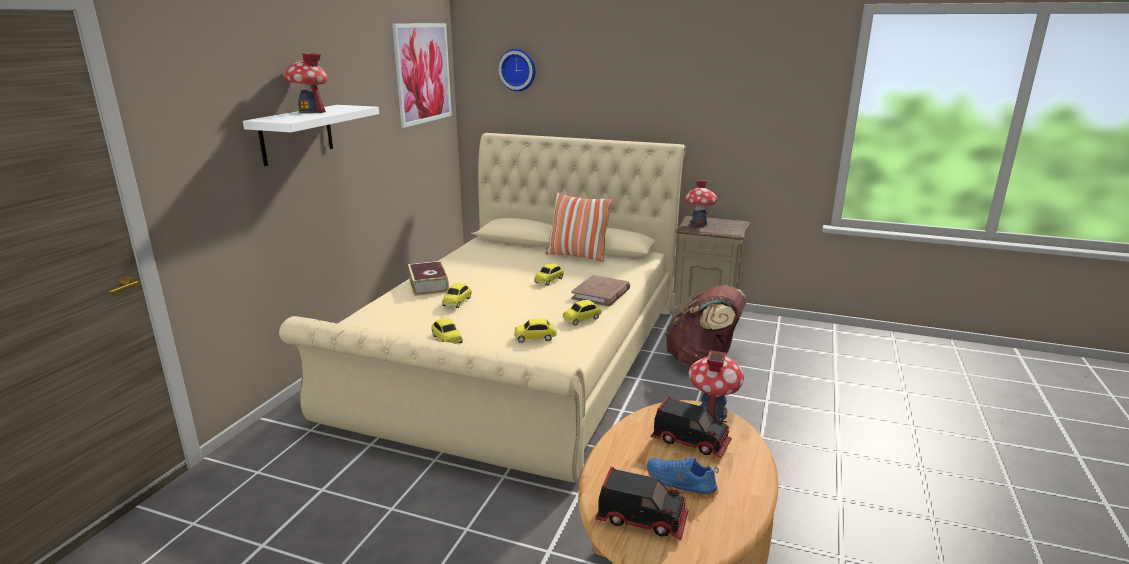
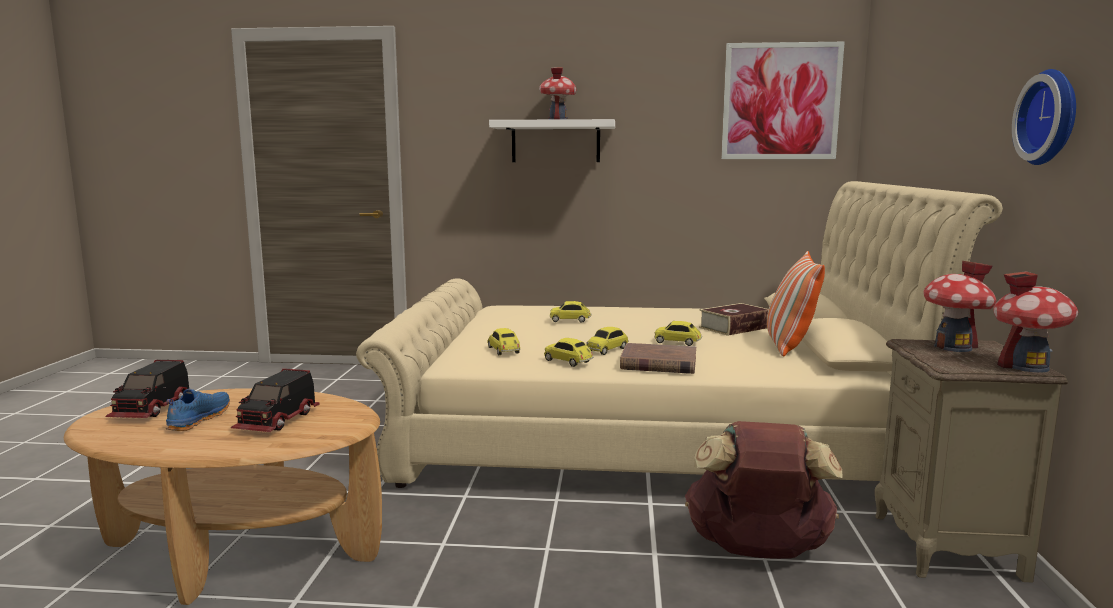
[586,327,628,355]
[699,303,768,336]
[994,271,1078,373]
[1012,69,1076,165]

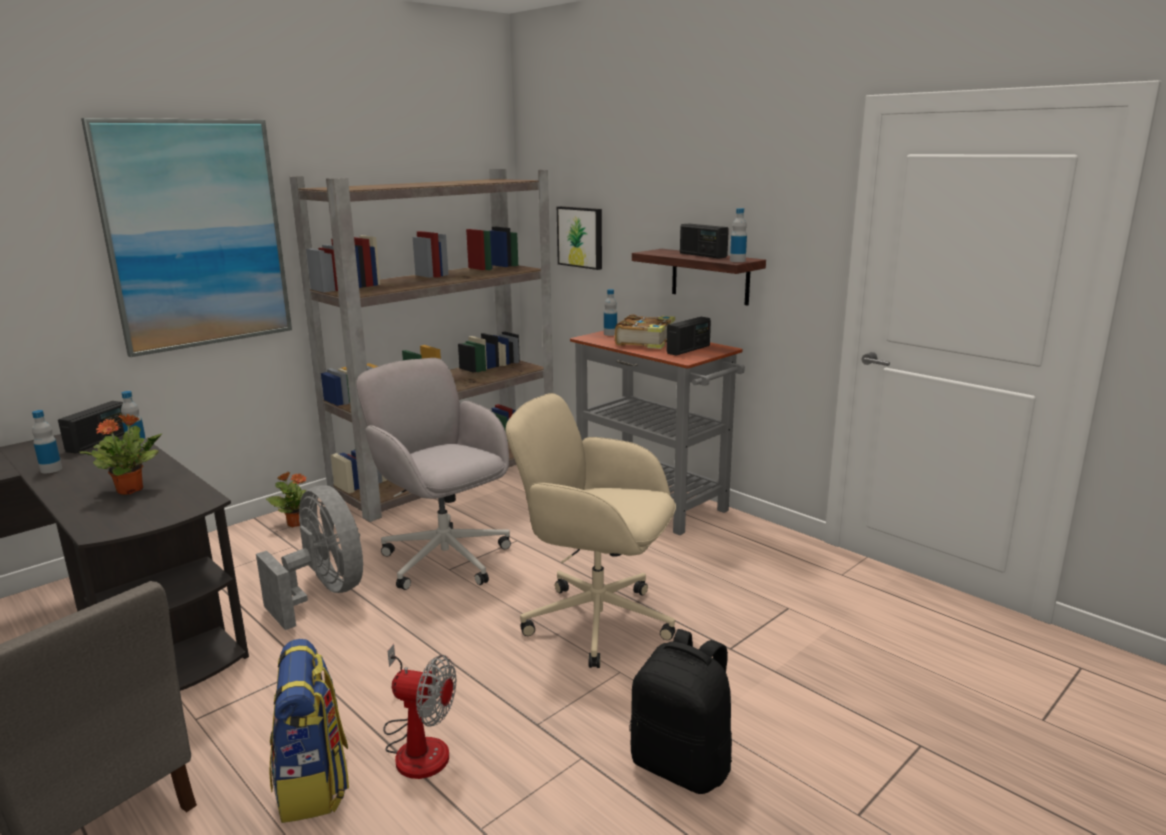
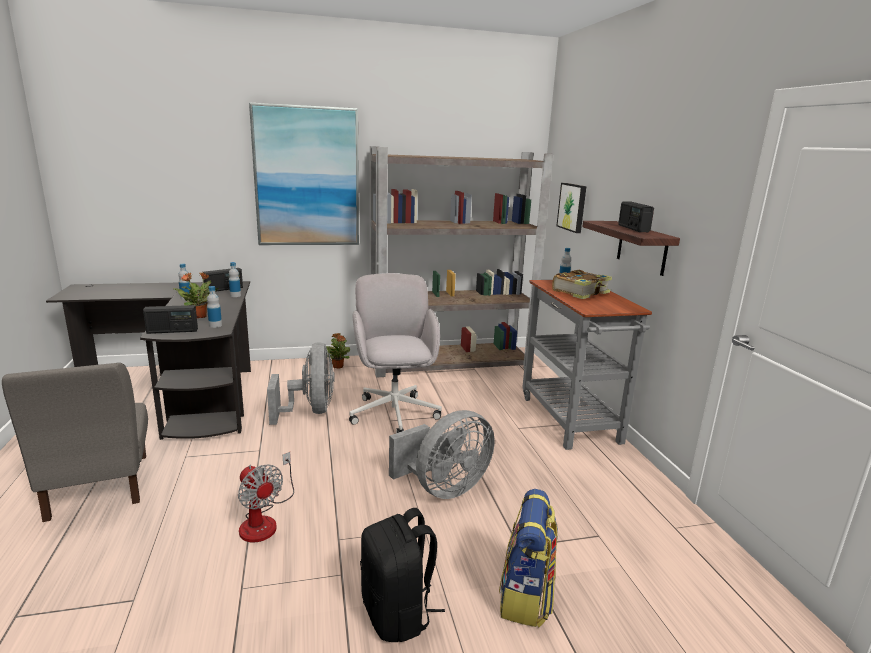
[143,305,198,334]
[207,286,222,328]
[389,410,495,499]
[499,489,558,627]

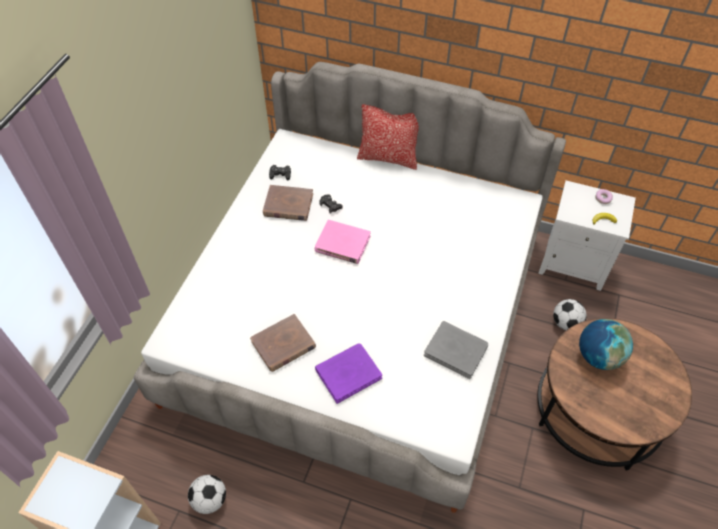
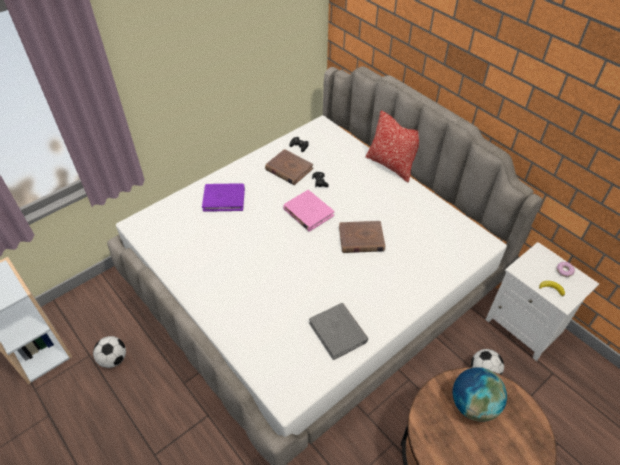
[202,183,245,212]
[339,221,385,253]

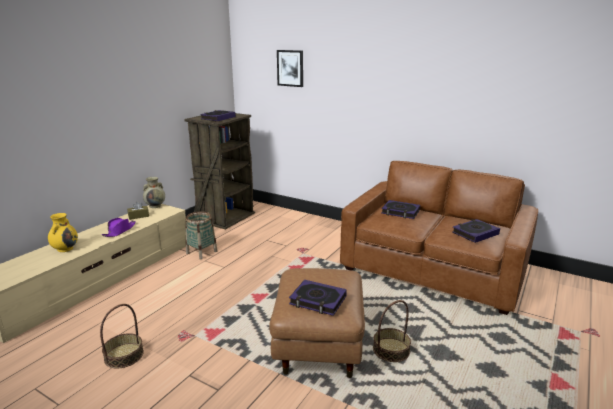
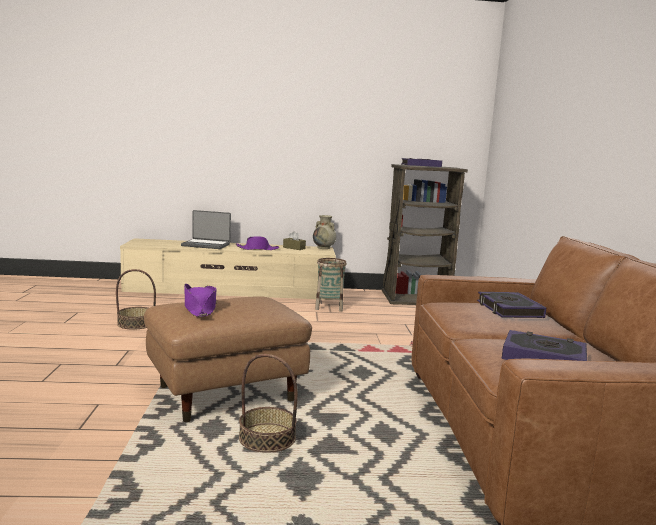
[181,210,231,249]
[184,284,217,317]
[277,50,303,87] (first image)

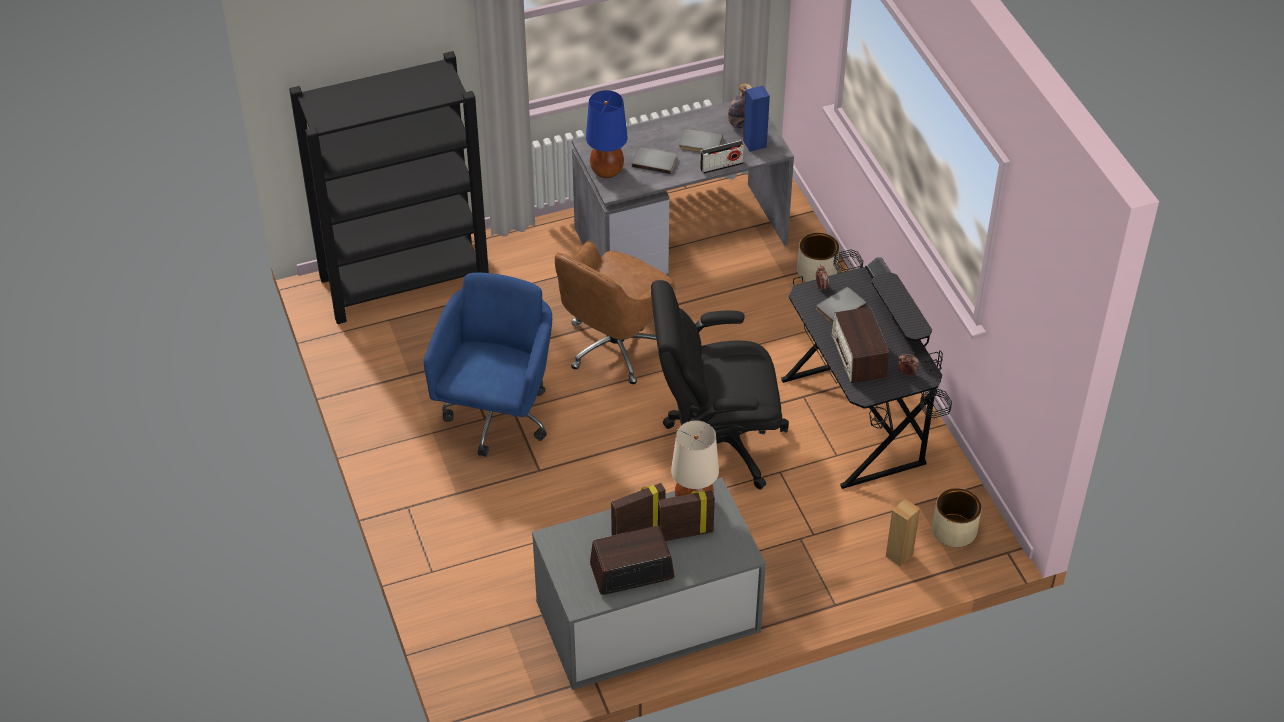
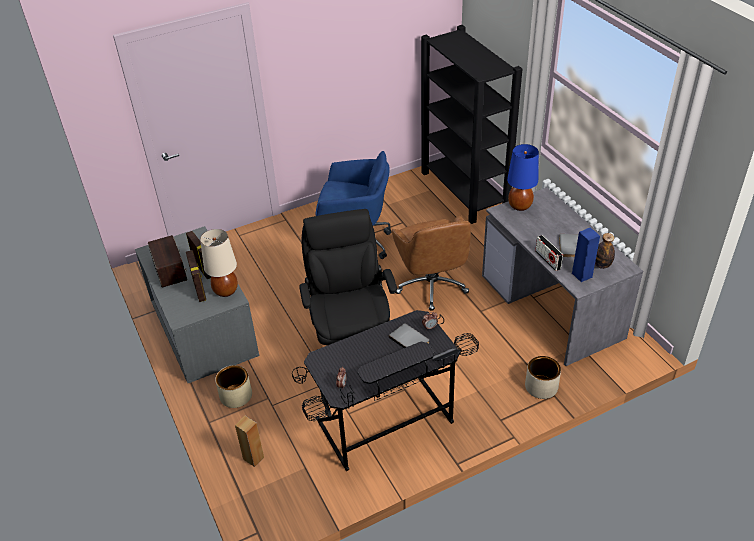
[215,365,252,408]
[392,215,471,311]
[632,146,677,174] (first image)
[832,307,889,383] (first image)

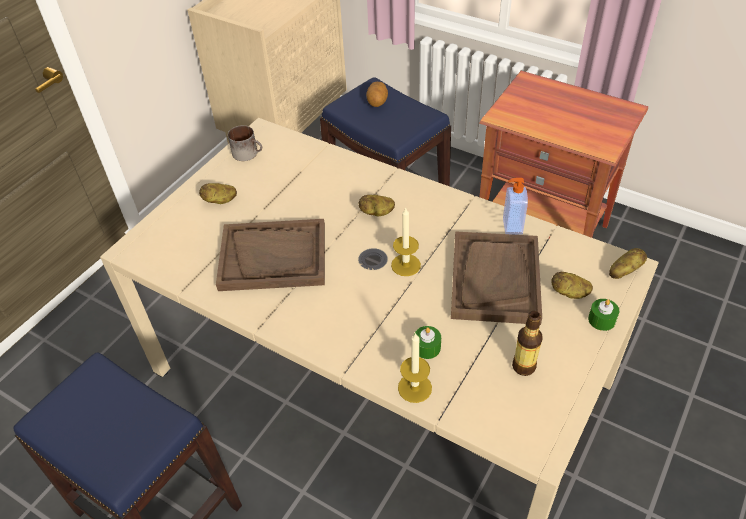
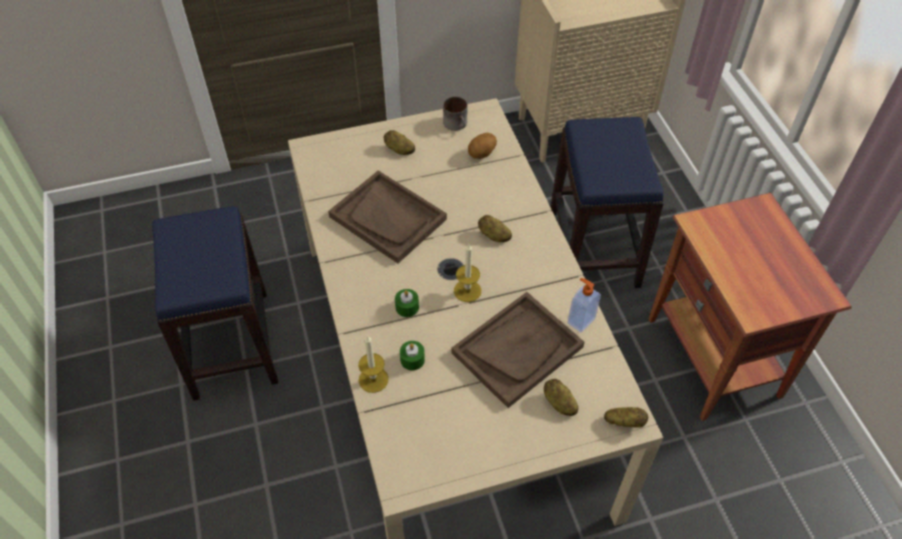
[395,289,419,317]
[468,133,497,159]
[512,311,543,376] (first image)

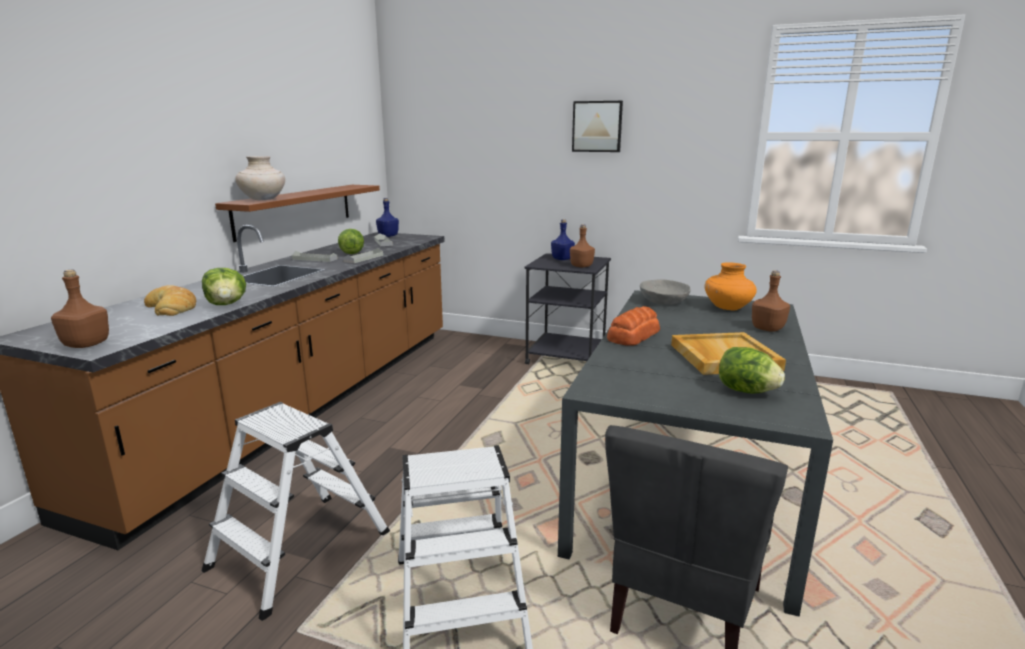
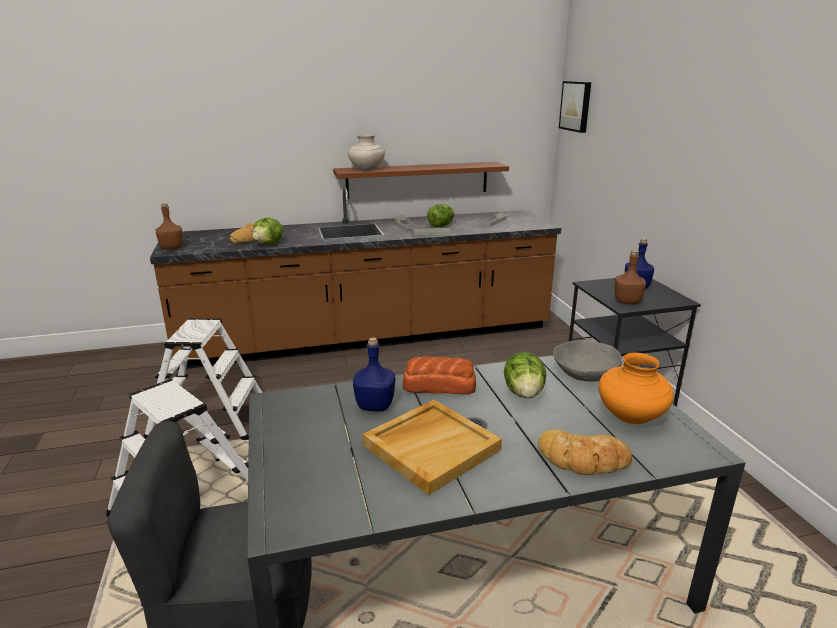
[353,338,395,412]
[504,352,546,399]
[538,429,632,475]
[559,81,591,133]

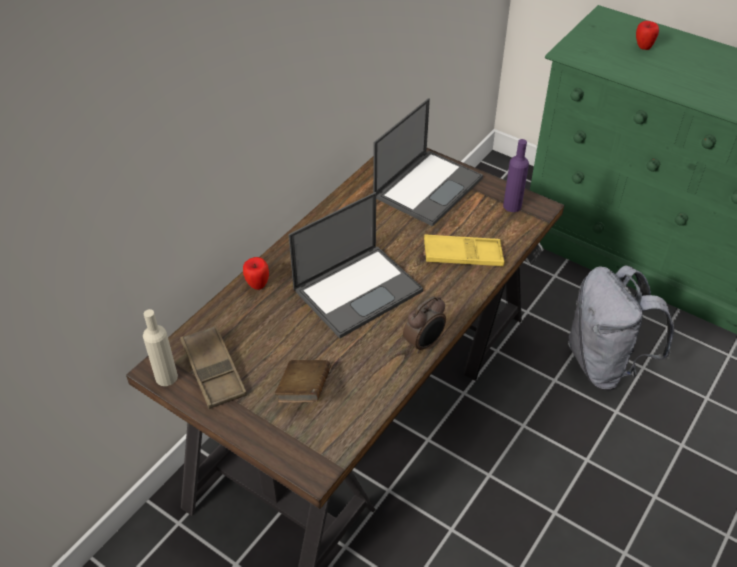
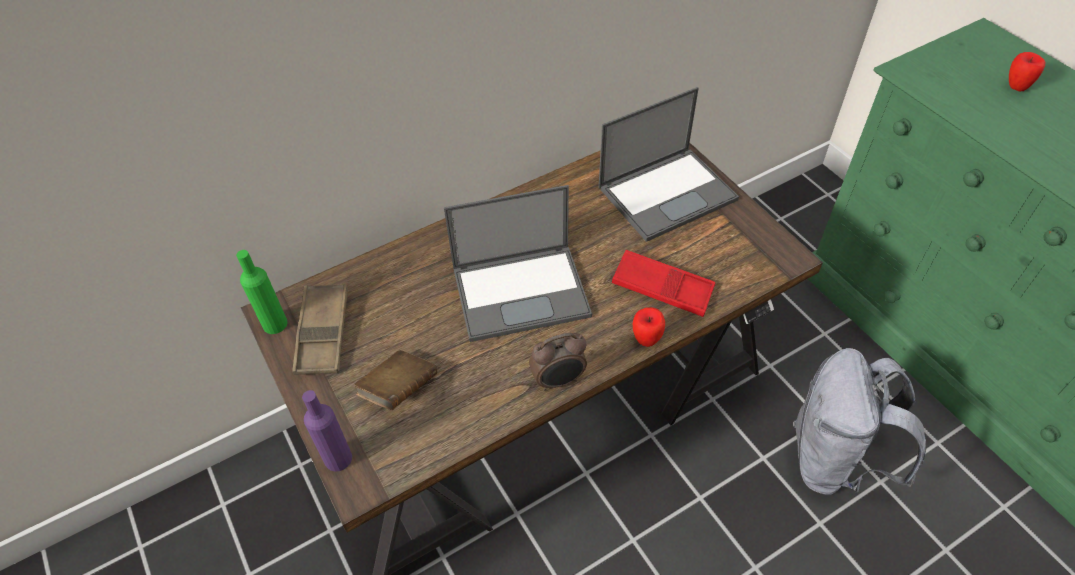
[236,250,288,334]
[302,390,352,472]
[612,250,715,317]
[633,307,665,347]

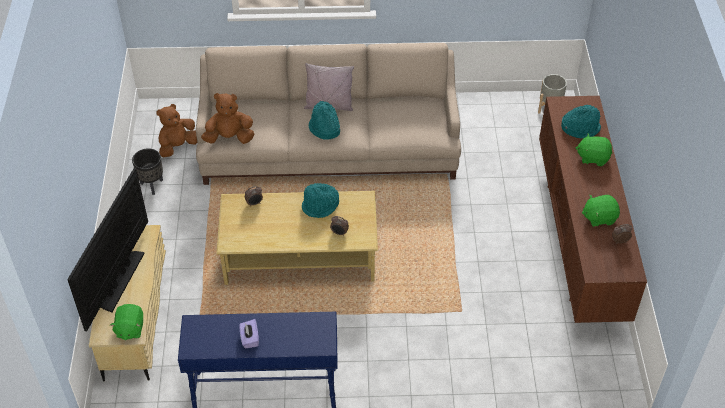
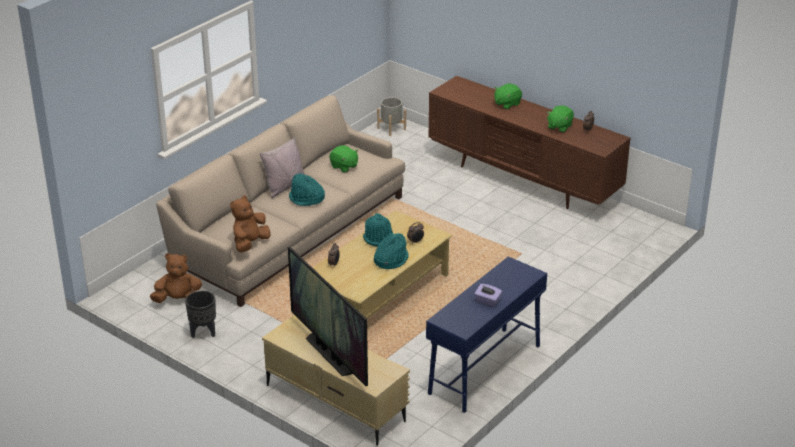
[150,253,202,303]
[329,145,358,173]
[374,233,409,269]

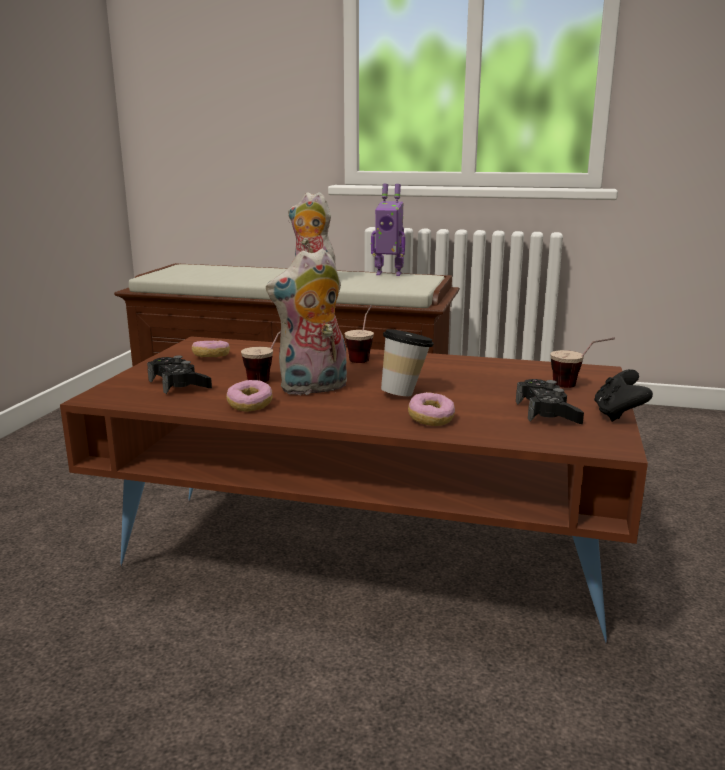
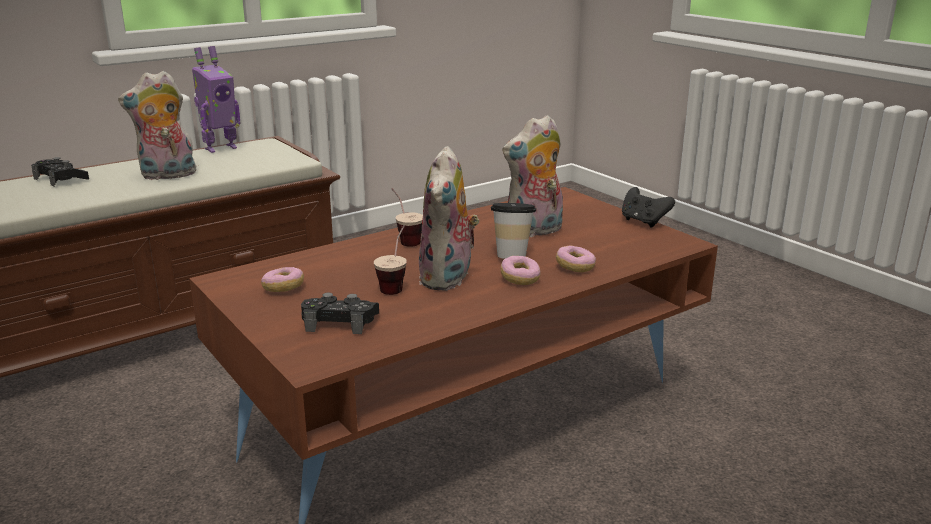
[31,157,89,186]
[501,256,540,285]
[502,115,563,237]
[550,337,615,388] (first image)

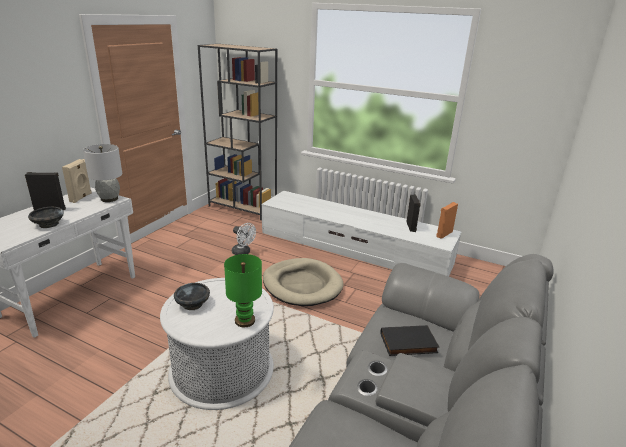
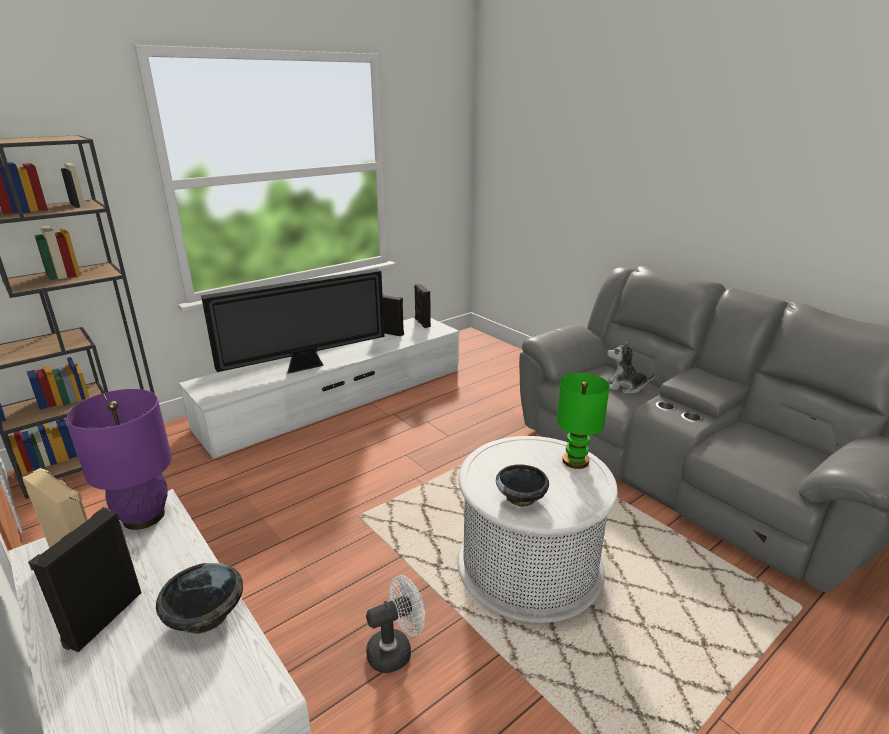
[66,389,172,530]
[201,269,385,374]
[366,575,425,673]
[414,284,431,328]
[607,341,655,394]
[263,258,344,306] (first image)

